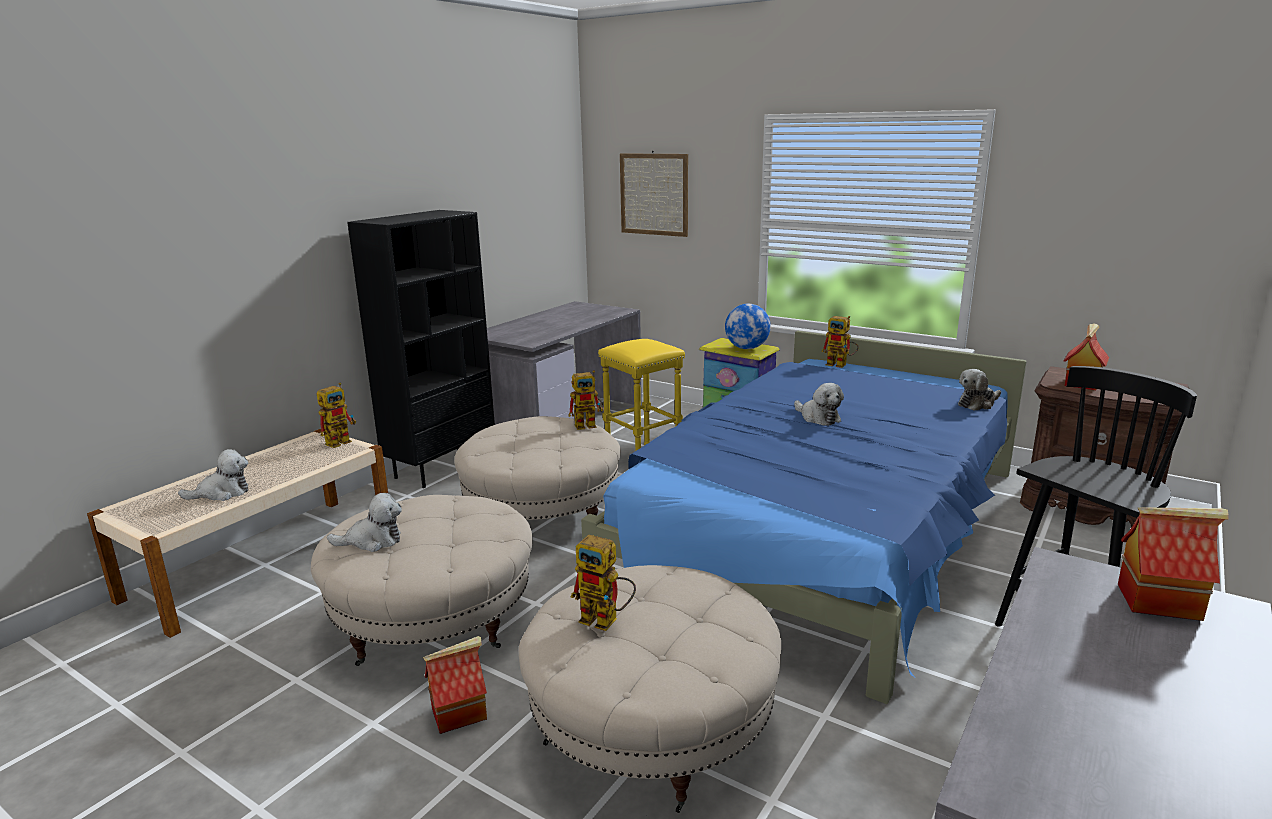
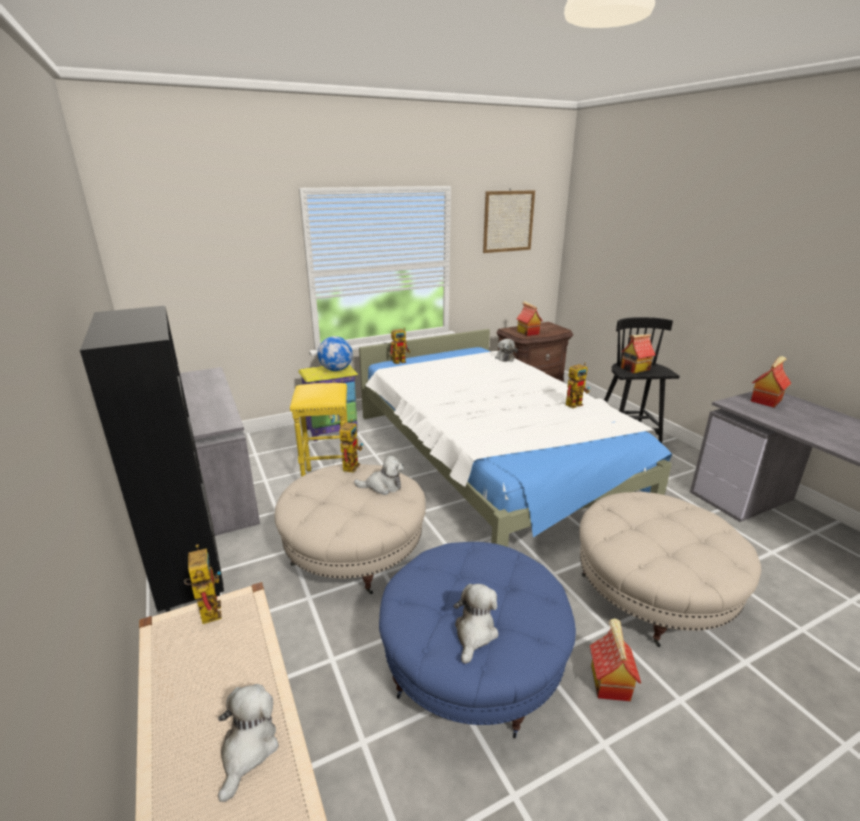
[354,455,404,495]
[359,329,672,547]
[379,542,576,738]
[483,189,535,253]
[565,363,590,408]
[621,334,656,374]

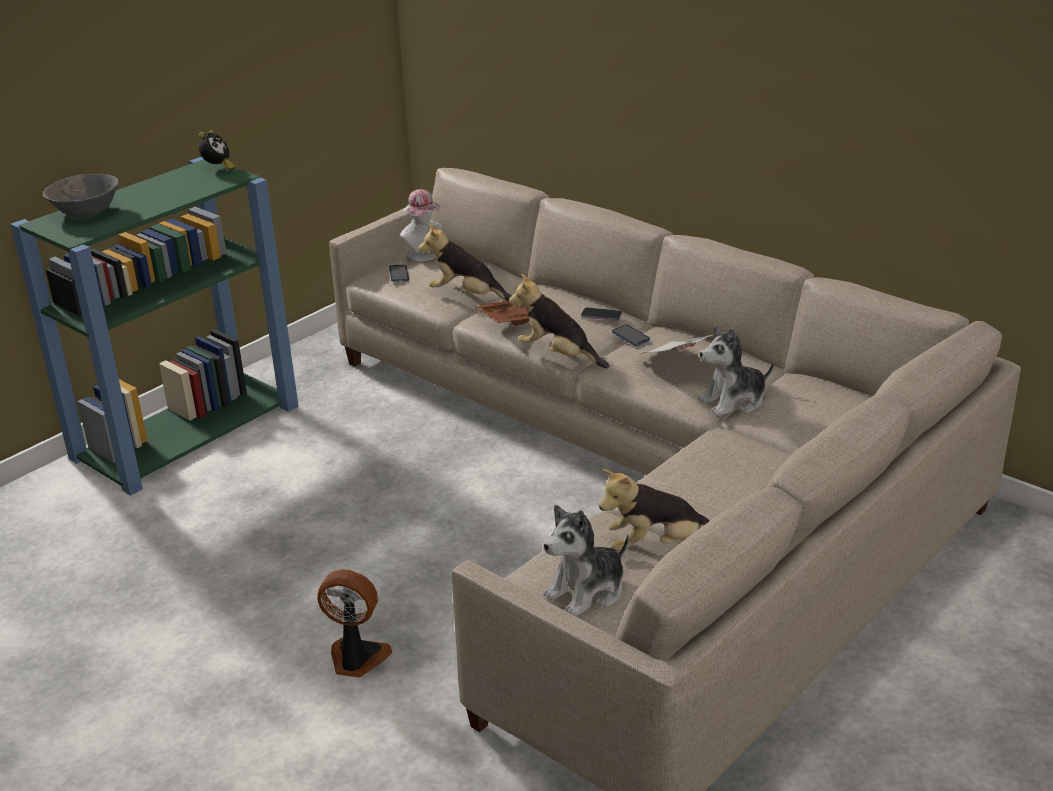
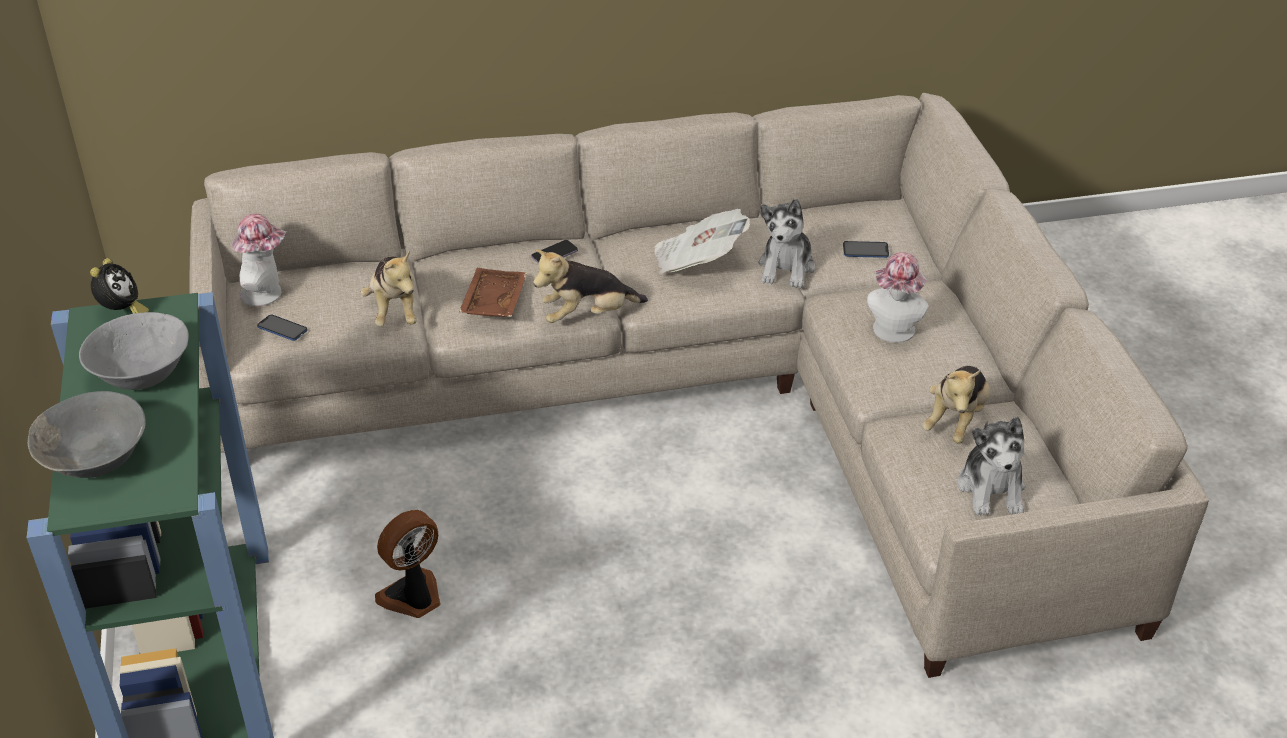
[79,312,189,390]
[90,258,149,314]
[361,250,417,326]
[375,510,440,618]
[843,241,889,258]
[867,252,929,343]

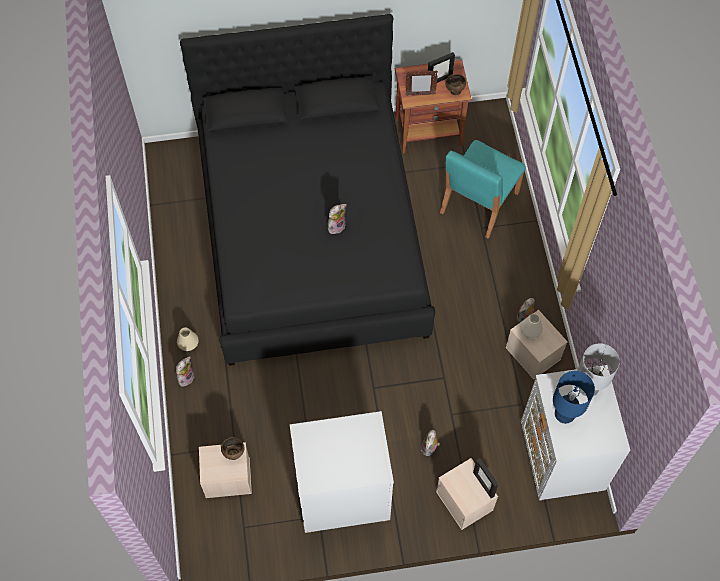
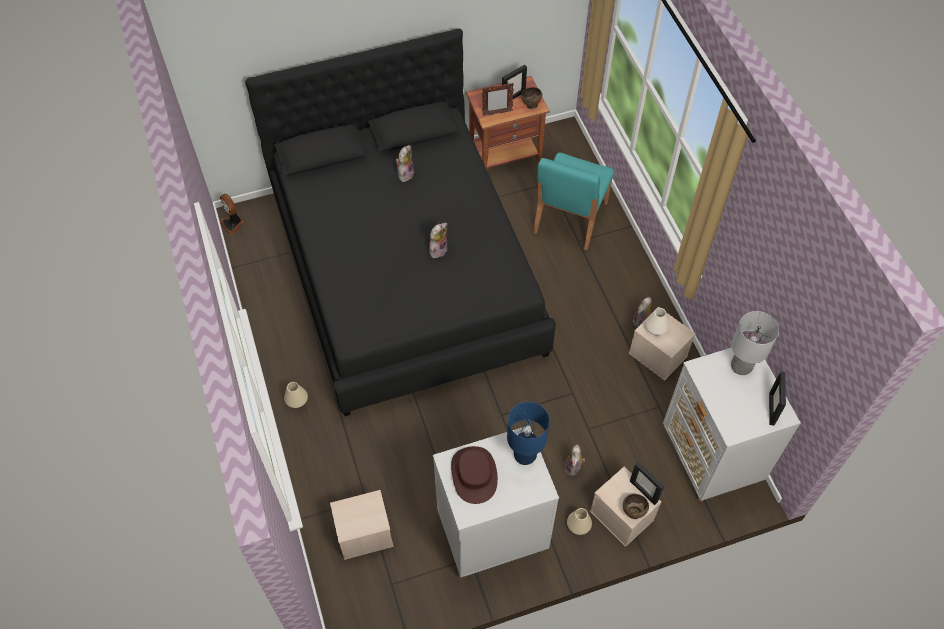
[220,194,244,235]
[396,145,414,182]
[451,446,498,504]
[507,402,550,465]
[567,508,592,535]
[623,494,649,519]
[769,371,786,425]

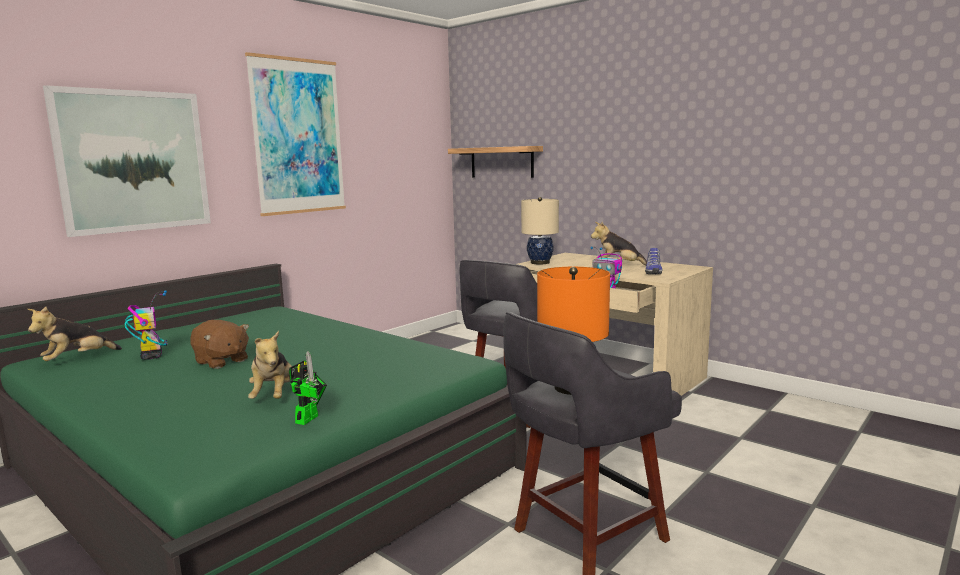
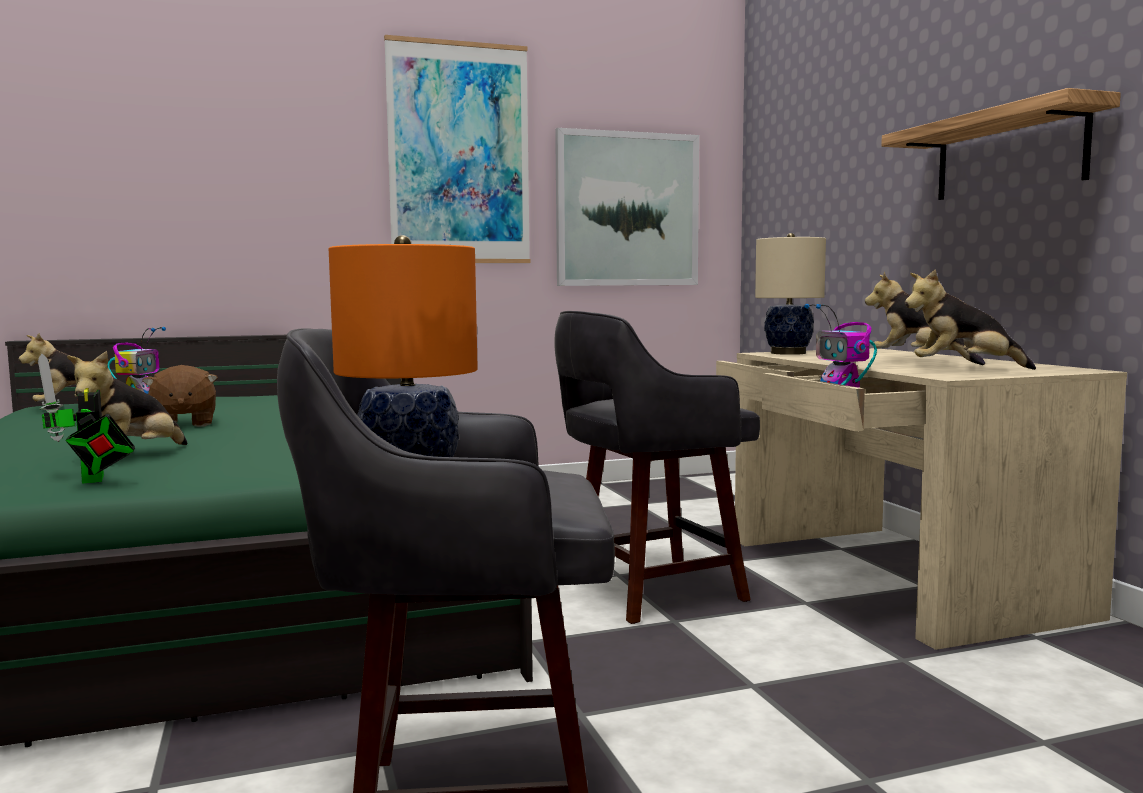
[37,354,135,484]
[555,128,699,286]
[881,88,1121,200]
[905,269,1036,370]

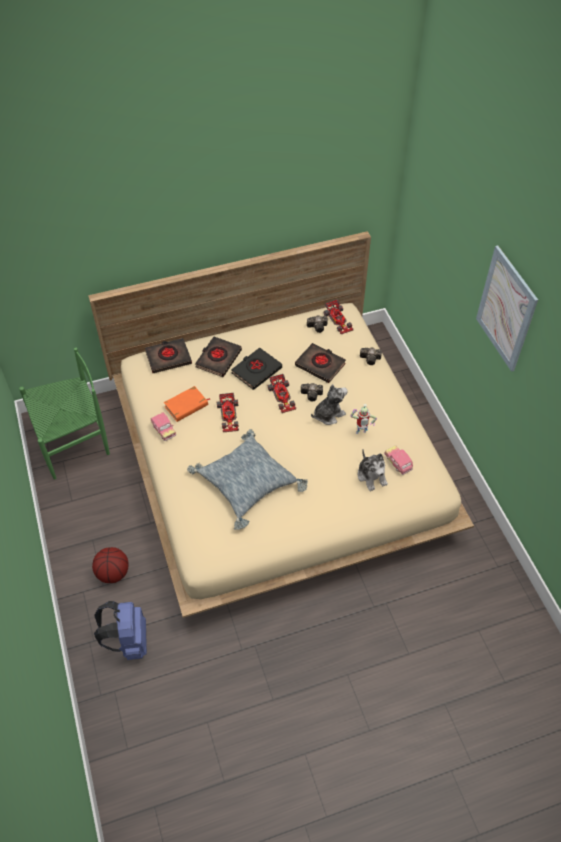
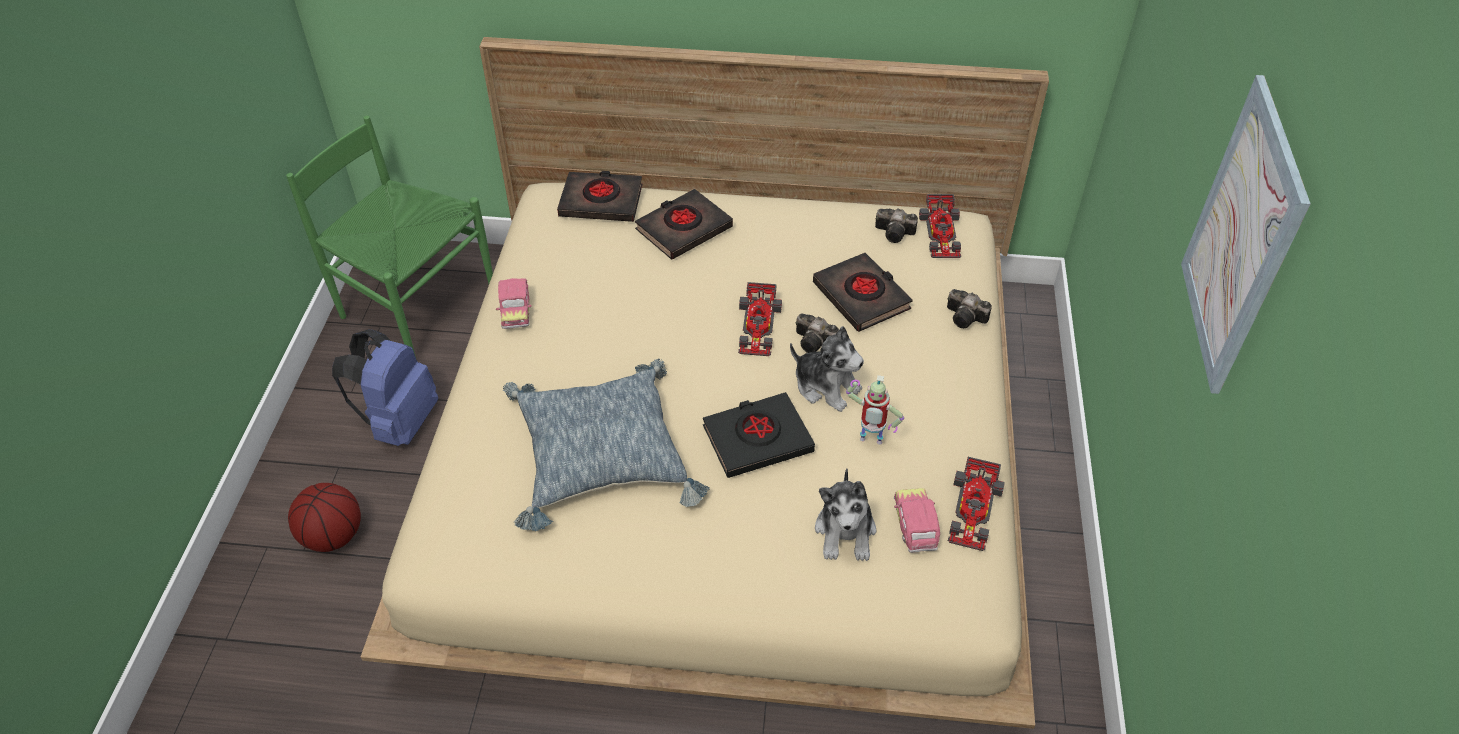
[286,116,493,357]
[332,329,438,446]
[703,392,815,478]
[790,326,864,412]
[948,457,1005,551]
[164,386,210,422] (first image)

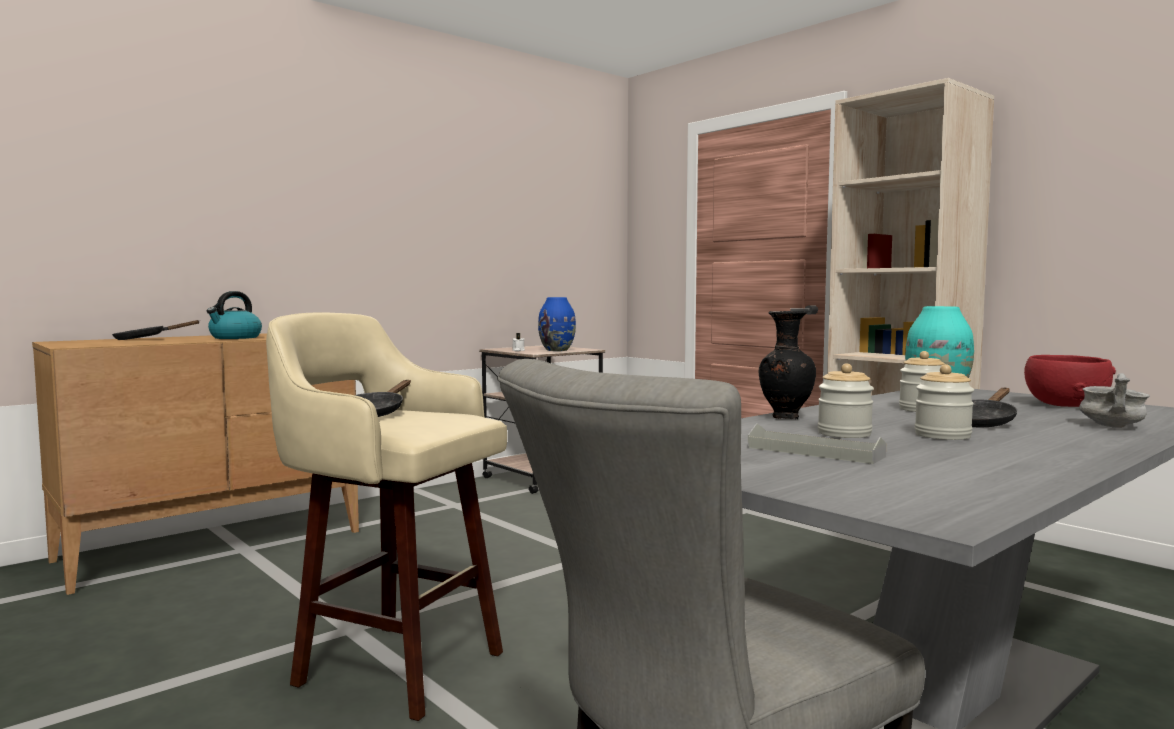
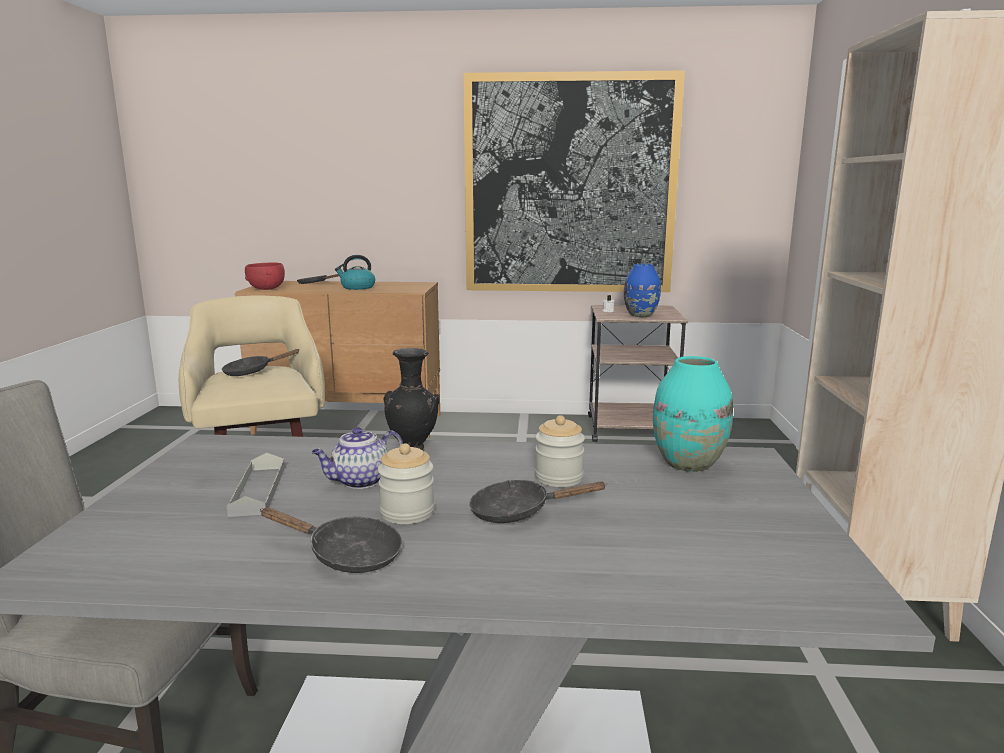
[245,263,285,290]
[260,507,402,573]
[312,427,403,489]
[463,70,685,292]
[1079,373,1150,428] (first image)

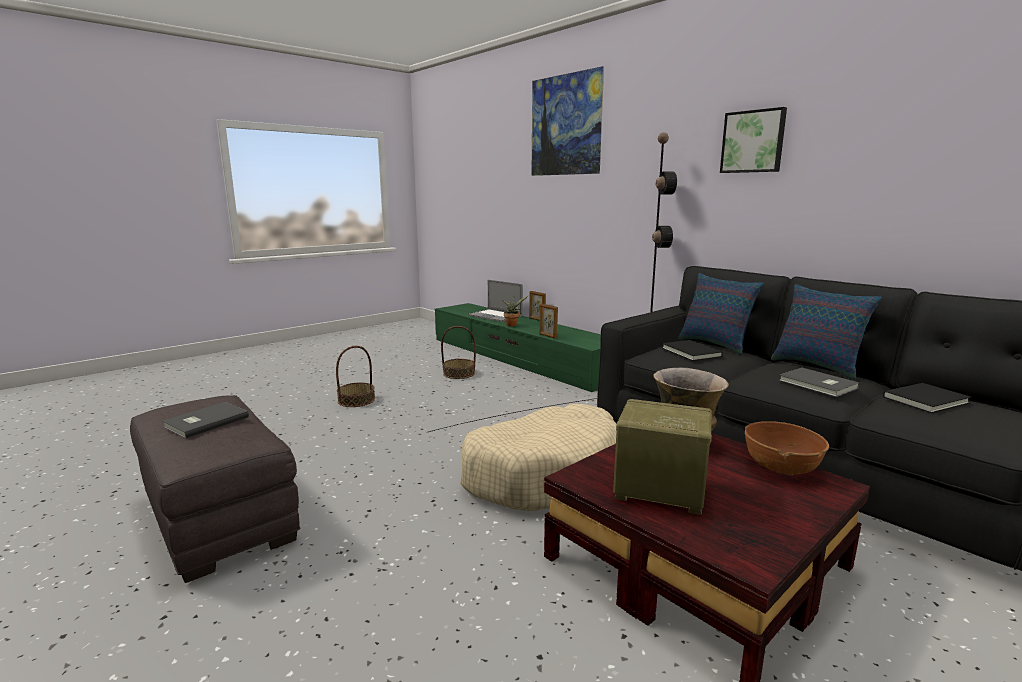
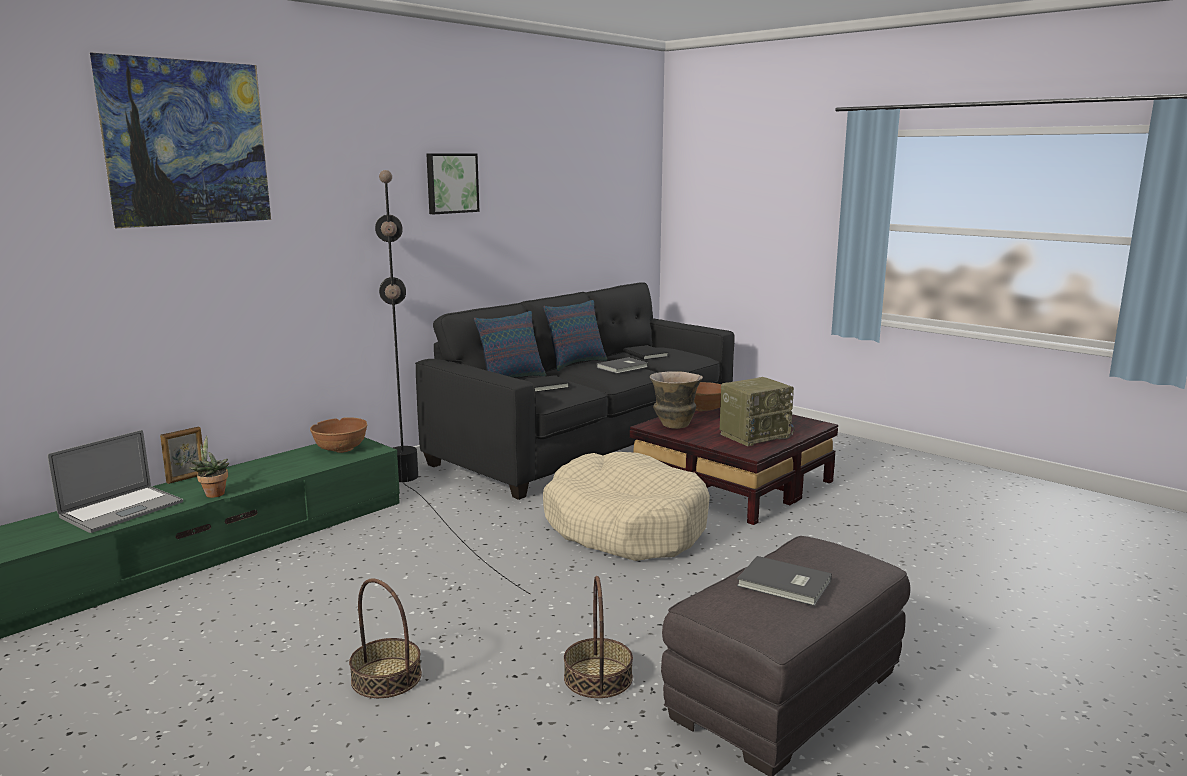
[310,417,367,453]
[564,576,633,698]
[720,377,795,446]
[539,304,558,339] (first image)

